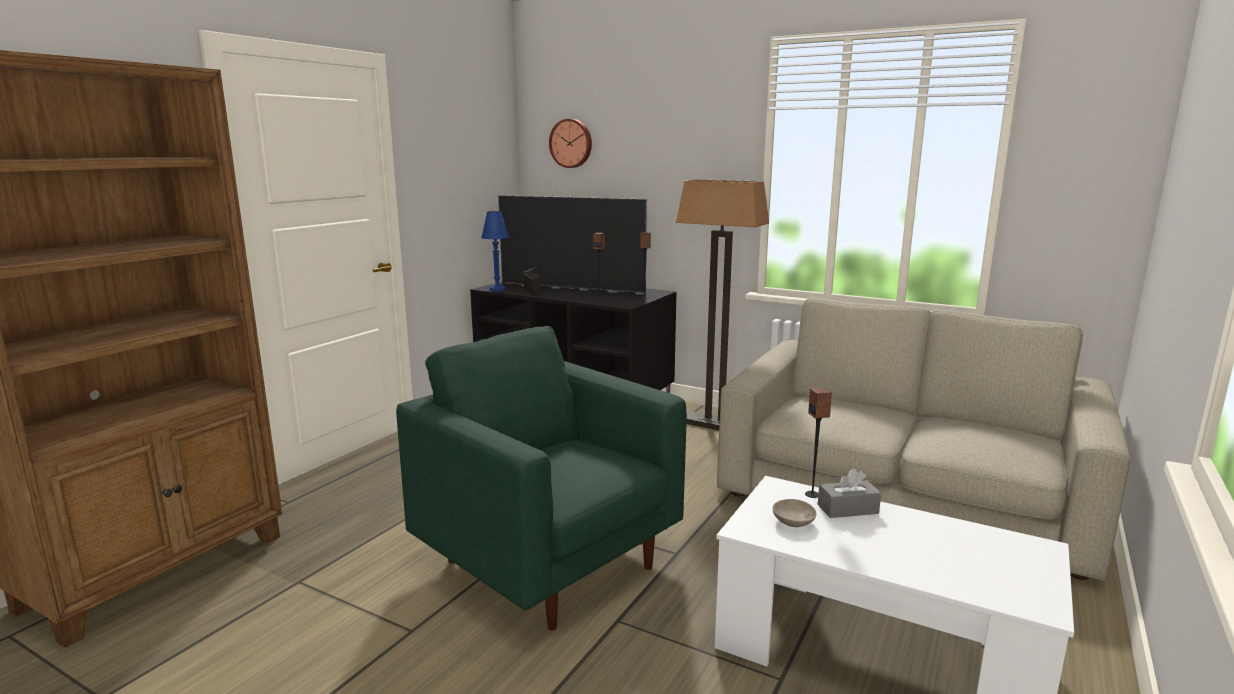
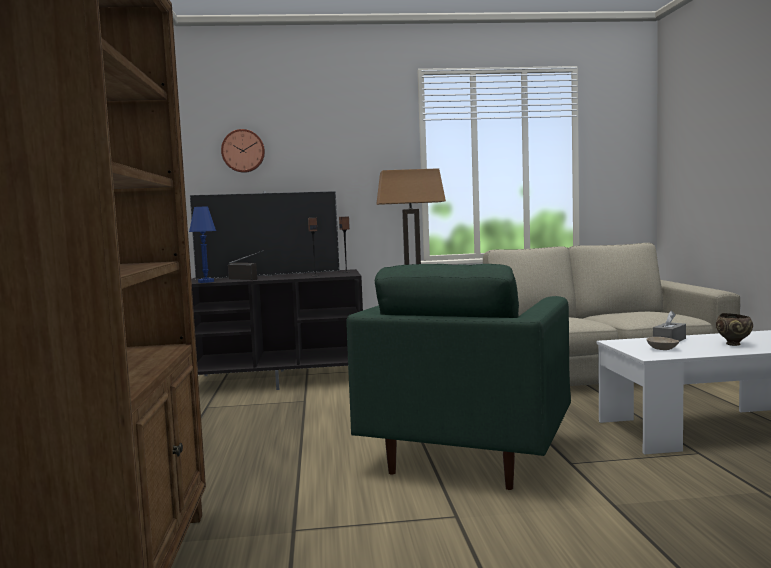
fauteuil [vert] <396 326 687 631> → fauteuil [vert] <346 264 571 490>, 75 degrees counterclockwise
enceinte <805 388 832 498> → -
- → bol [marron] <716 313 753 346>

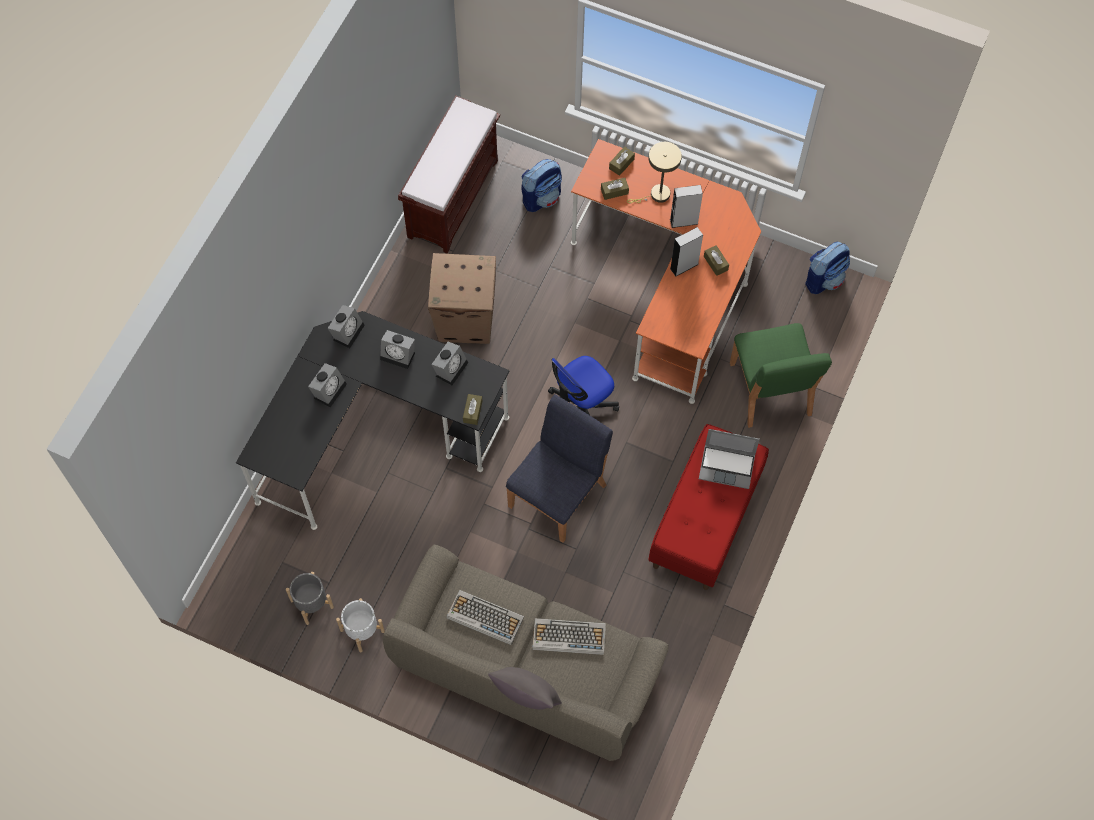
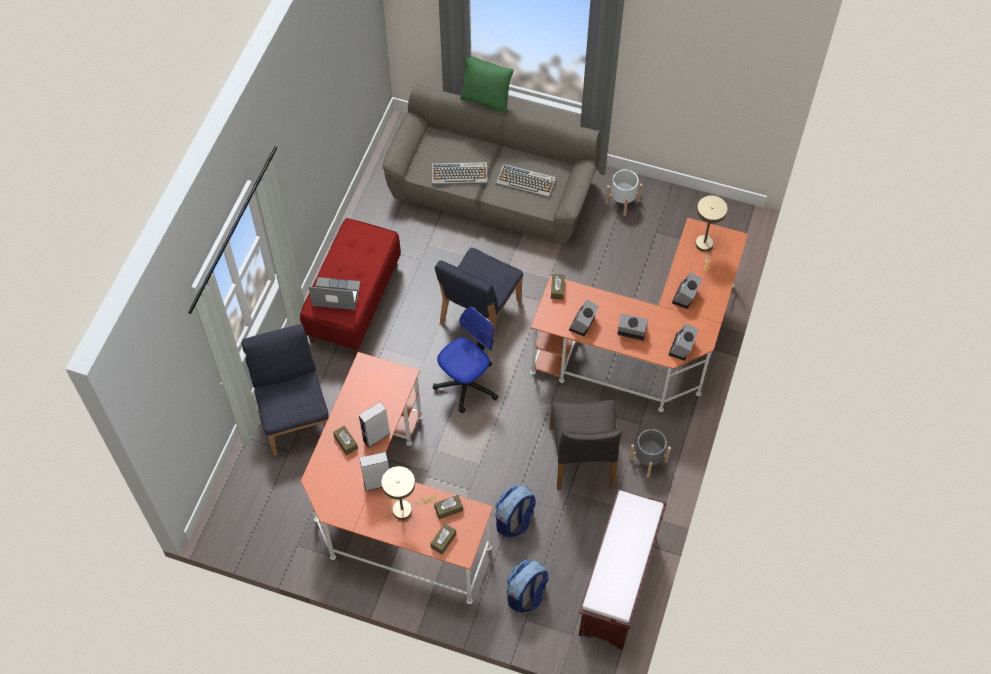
sac à dos <805 242 850 294> → sac à dos <495 485 536 537>, moved
carton <428 253 496 344> → chaise [gris] <550 400 622 490>
bureau [noir] <236 311 510 530> → bureau [orange] <530 218 748 412>
chaise [vert] <730 323 832 428> → chaise [bleu] <242 324 329 456>
cache-pot [gris] <286 572 334 625> → cache-pot [gris] <629 429 671 478>, moved
coussin [gris] <488 667 562 710> → coussin [vert] <460 56 514 114>
- → lampe de table [beige] <696 195 728 270>

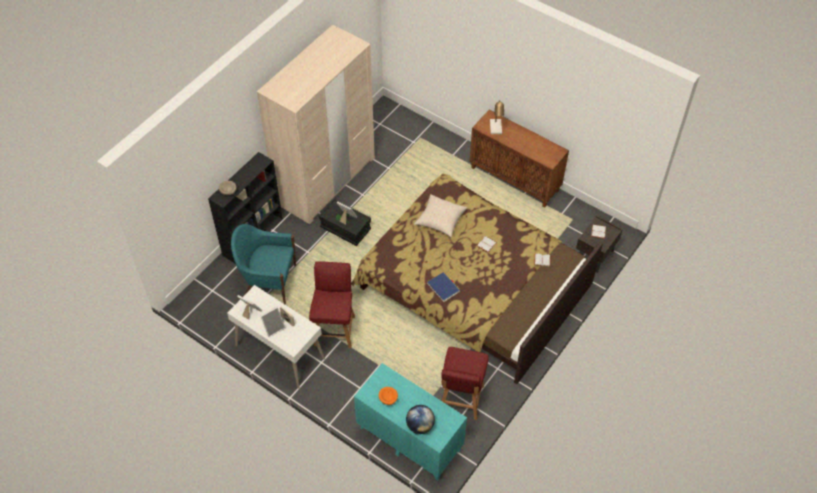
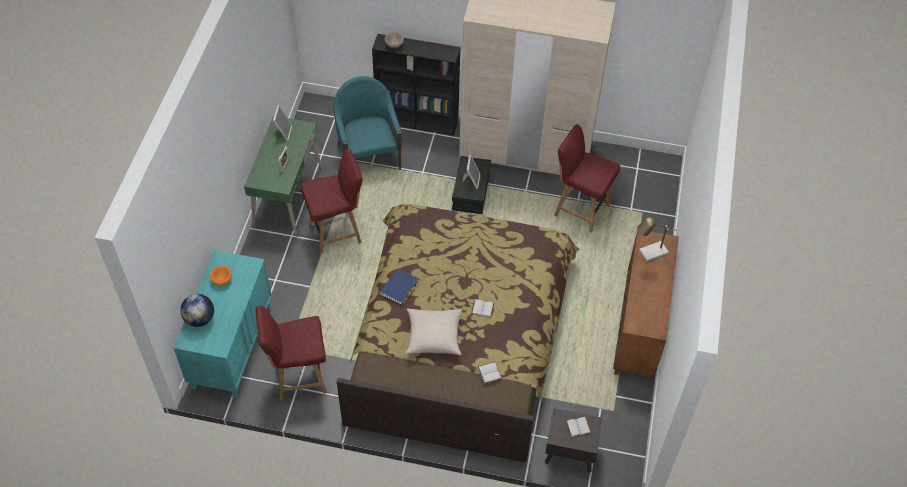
coussin [beige] <414 194 468 238> → coussin [beige] <406 309 462 355>, moved
bureau [blanc] <227 285 325 389> → bureau [vert] <244 116 322 237>
cadre photo <261 307 285 337> → -
- → chaise [rouge] <554 124 620 233>

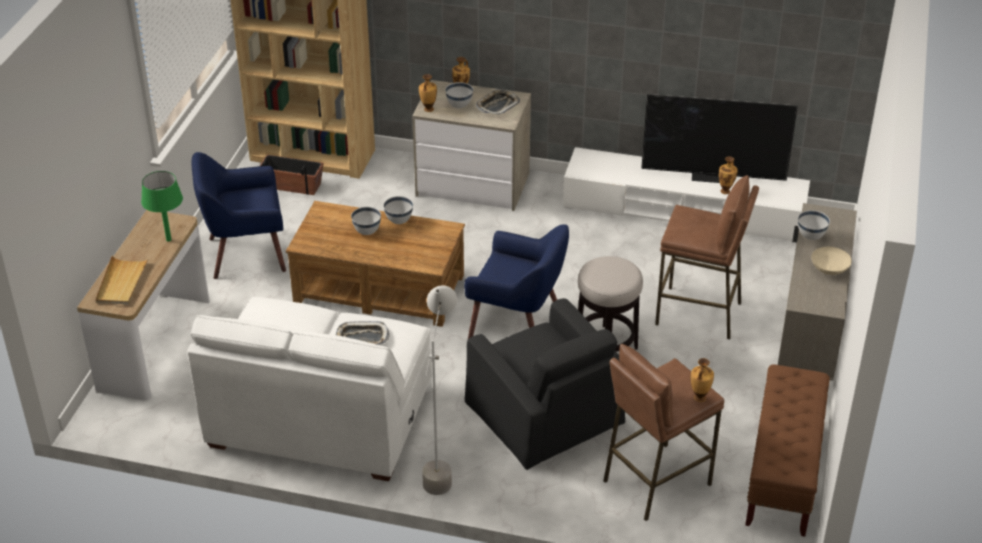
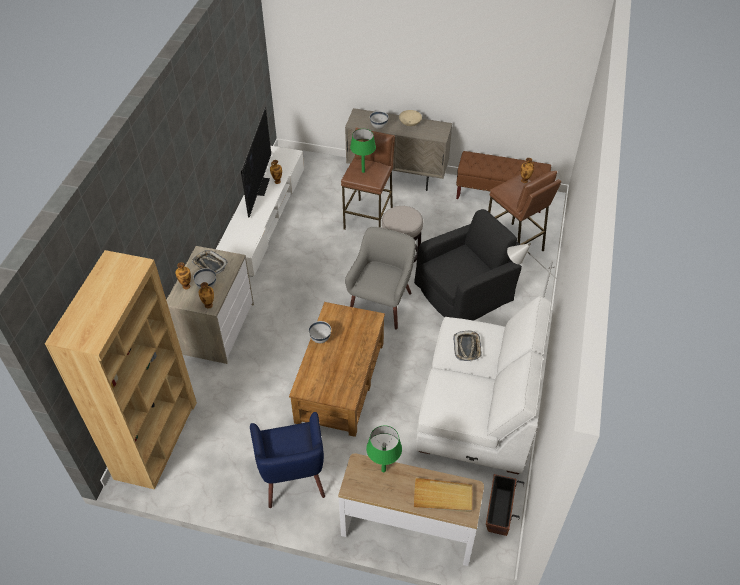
cache-pot <260 155 323 195> → cache-pot <486 474 524 536>, moved
bol [blanc] <351 207 381 235> → -
fauteuil [bleu] <464 224 569 339> → fauteuil [gris] <345 227 415 329>
- → lampe de table [vert] <350 129 376 173>

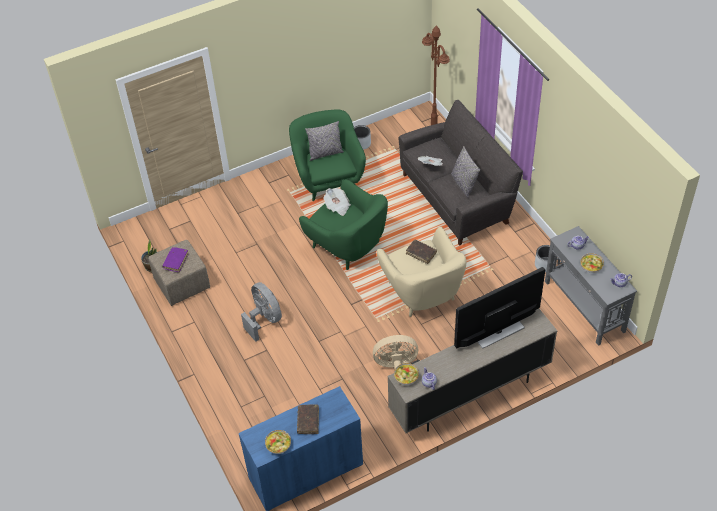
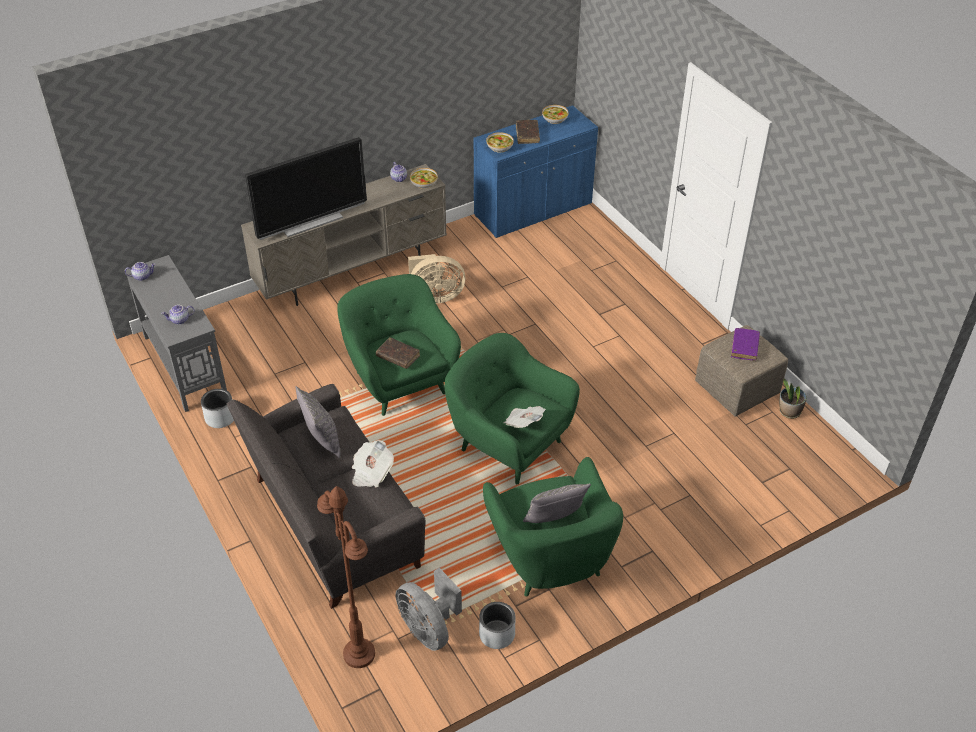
fauteuil [beige] <377 227 466 317> → fauteuil [vert] <337 274 461 416>
bol <581 253 604 273> → bol <486 132 514 153>, moved
ventilateur [gris] <241 282 282 342> → ventilateur [gris] <396 568 462 651>, moved

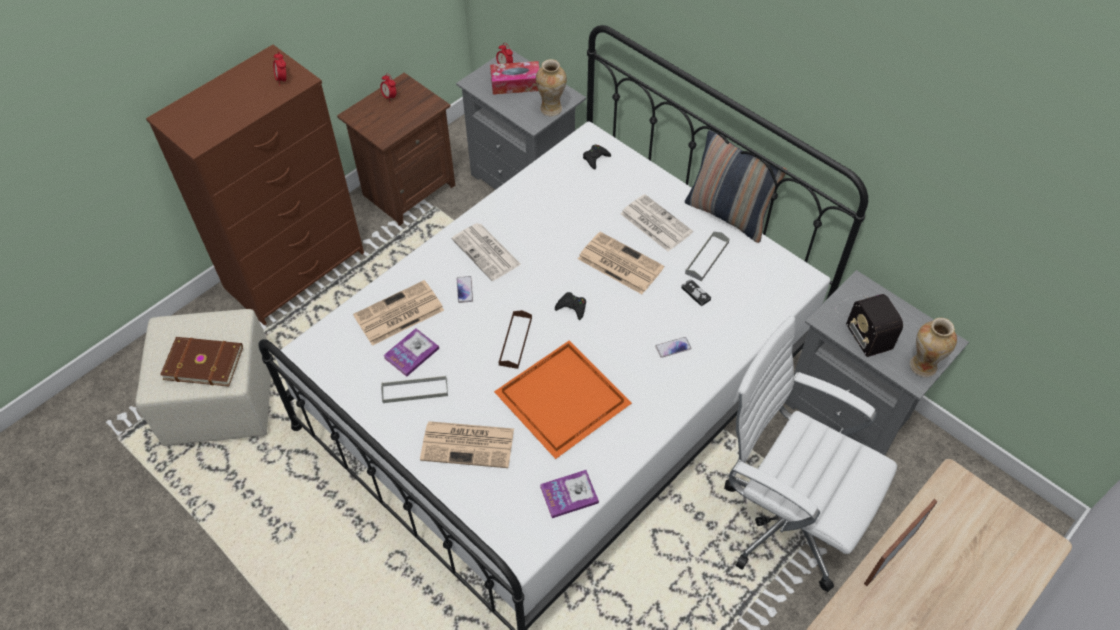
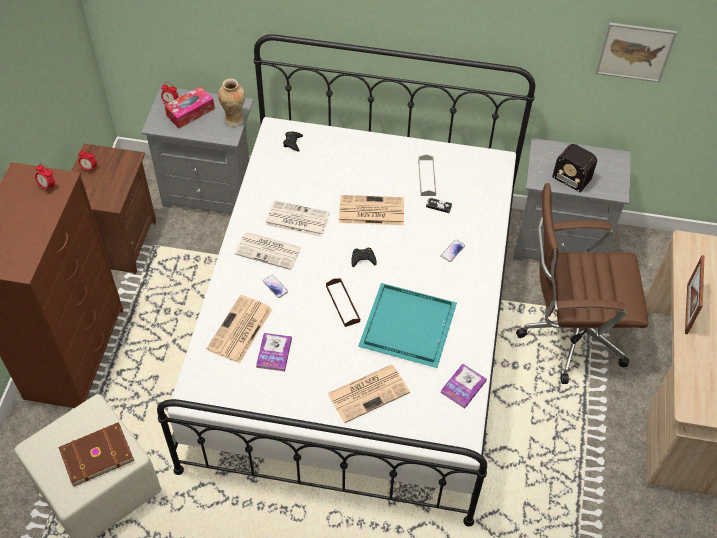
coussin <685 130 787 243> → -
journal <620 194 693 251> → journal <266 201 330 237>, moved
chaise de bureau [blanc] <724 316 897 592> → chaise de bureau [marron] <516 183 648 384>
vase <910 318 957 377> → -
plateau [orange] <494 341 632 459> → plateau [turquoise] <358 283 457 368>
plateau [gris] <381 376 448 403> → -
- → tableau <596 23 677 82>

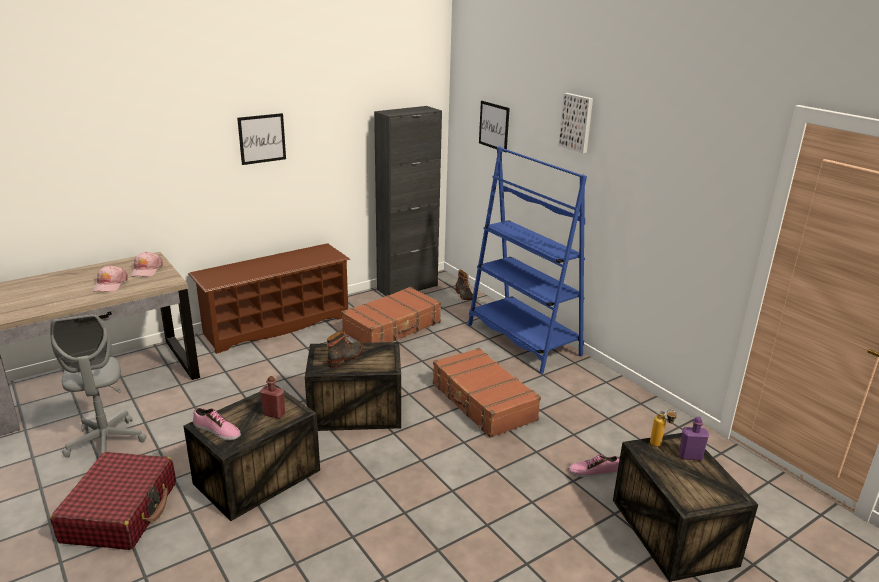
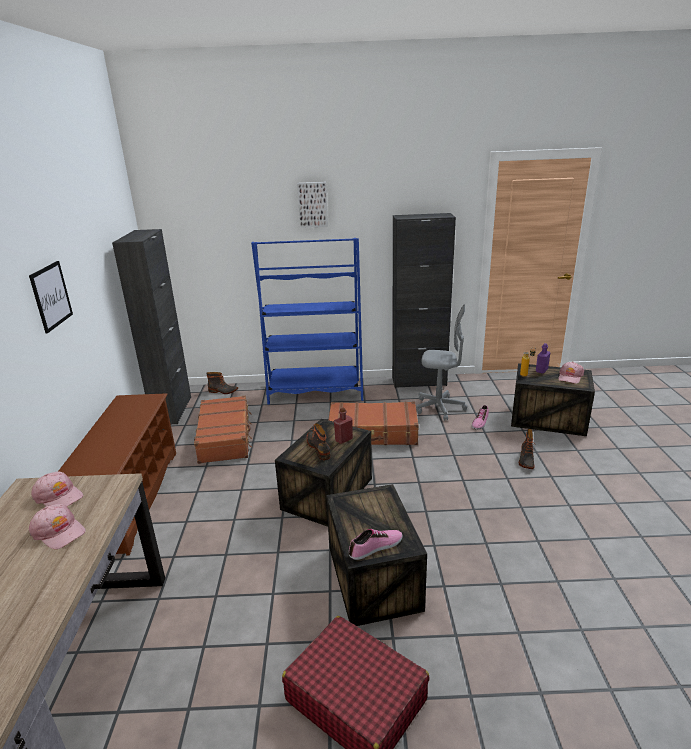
tableau <479 101 510 152> → -
chaise de bureau [gris] <50 314 146 458> → chaise de bureau [gris] <416 304 467 421>, moved
bouteille [rouge] <260 376 285 419> → bouteille [rouge] <334 407 353 444>, moved
- → meuble de rangement [noir] <392 213 456 388>
- → casquette [rose] <558 362 584 384>
- → botte <519 429 535 469>

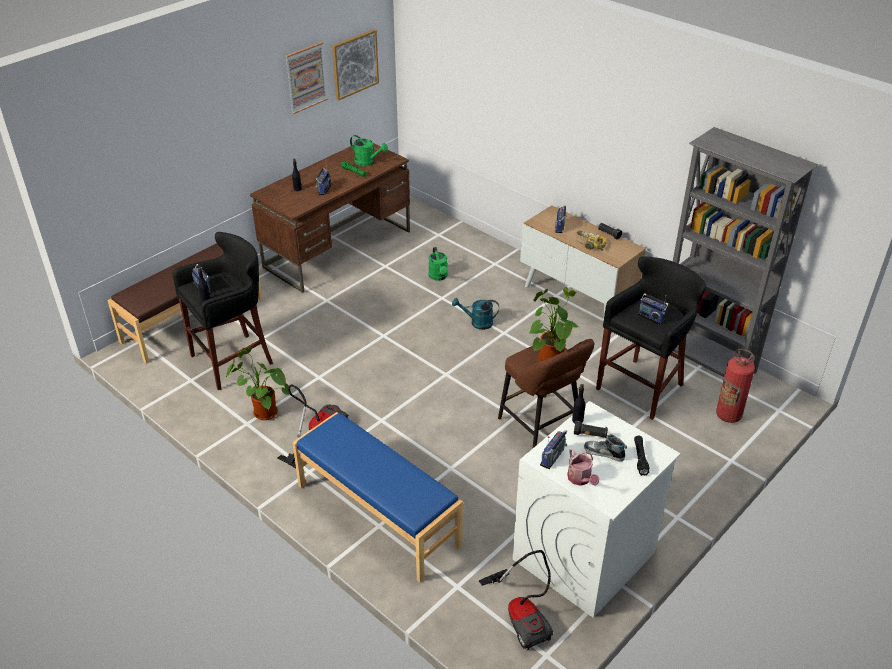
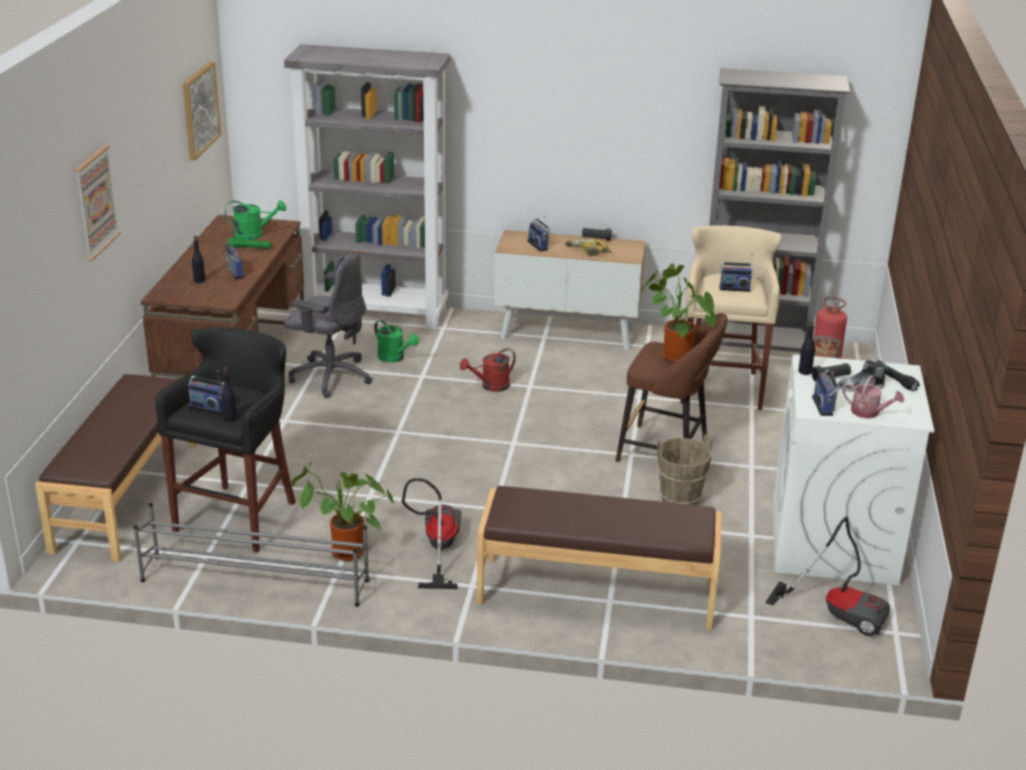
tableau <285 42 328 114> → tableau <75 145 121 261>, moved
tabouret [noir] <596 256 706 420> → tabouret [beige] <680 225 782 410>
arrosoir [turquoise] <452 298 499 330> → arrosoir [rouge] <460 348 516 392>
banc [bleu] <292 412 463 582> → banc [marron] <477 486 722 630>
- → bibliothèque [gris] <284 44 450 330>
- → chaise de bureau [gris] <285 251 372 398>
- → seau [marron] <657 434 712 505>
- → étagère à chaussures [gris] <133 503 369 607>

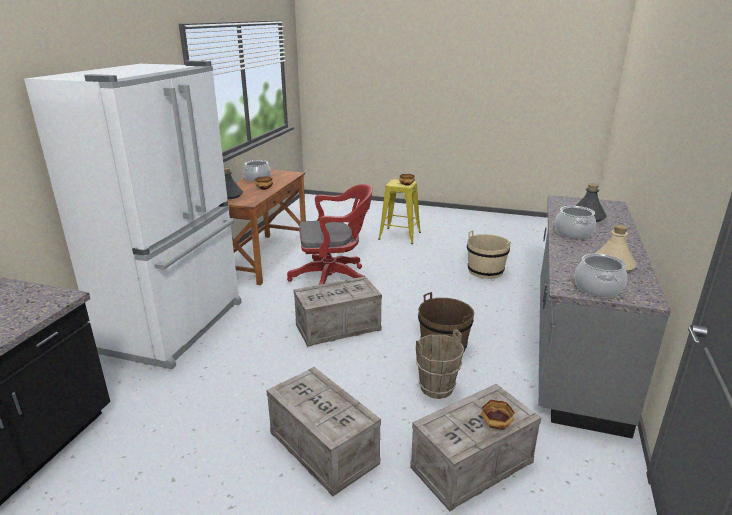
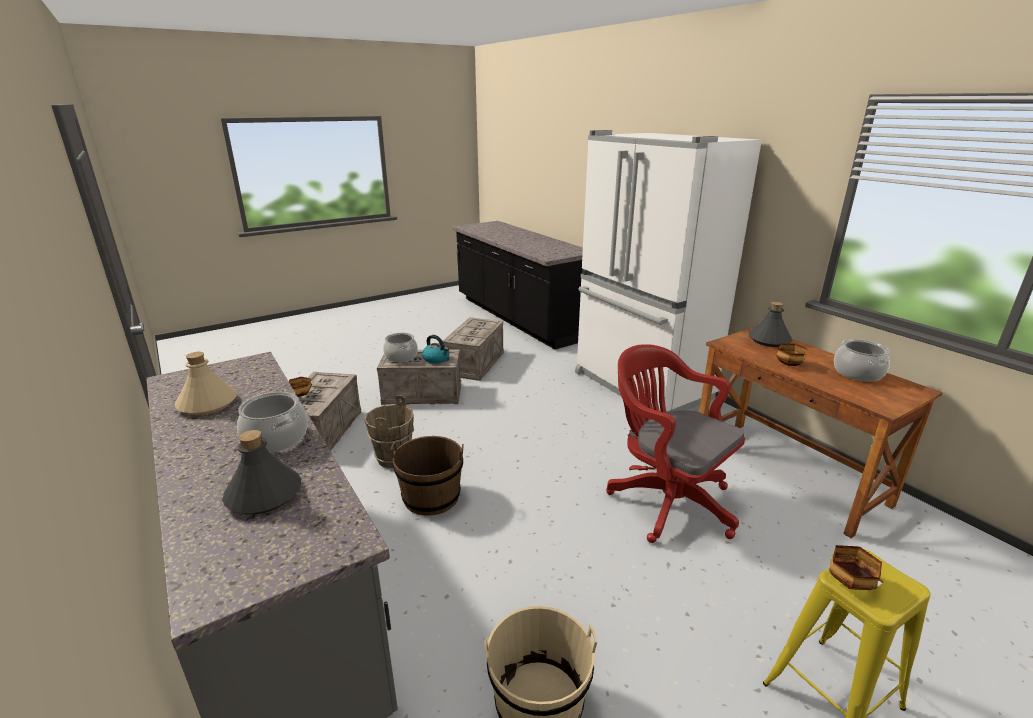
chaise de bureau [rouge] <287 184 373 285> → chaise de bureau [rouge] <606 344 745 543>, 105 degrees clockwise
marmite <575 253 627 297> → marmite <383 333 418 362>, moved
caisse <294 276 382 347> → caisse <443 317 504 381>, moved
- → bouilloire <422 335 449 364>

